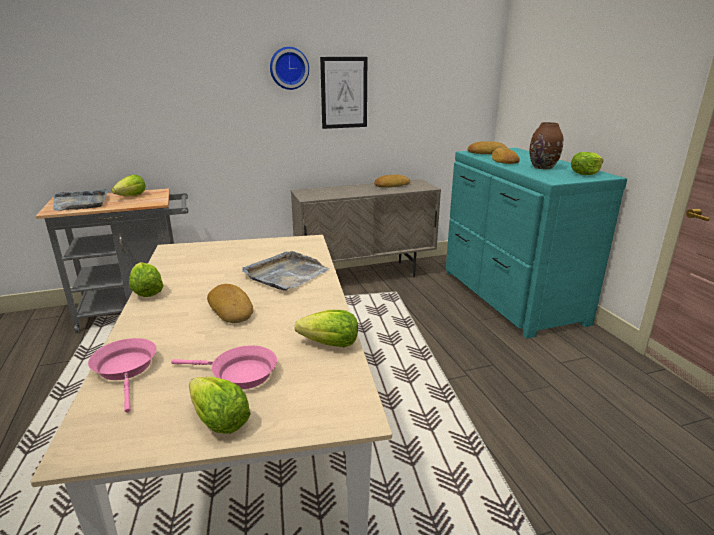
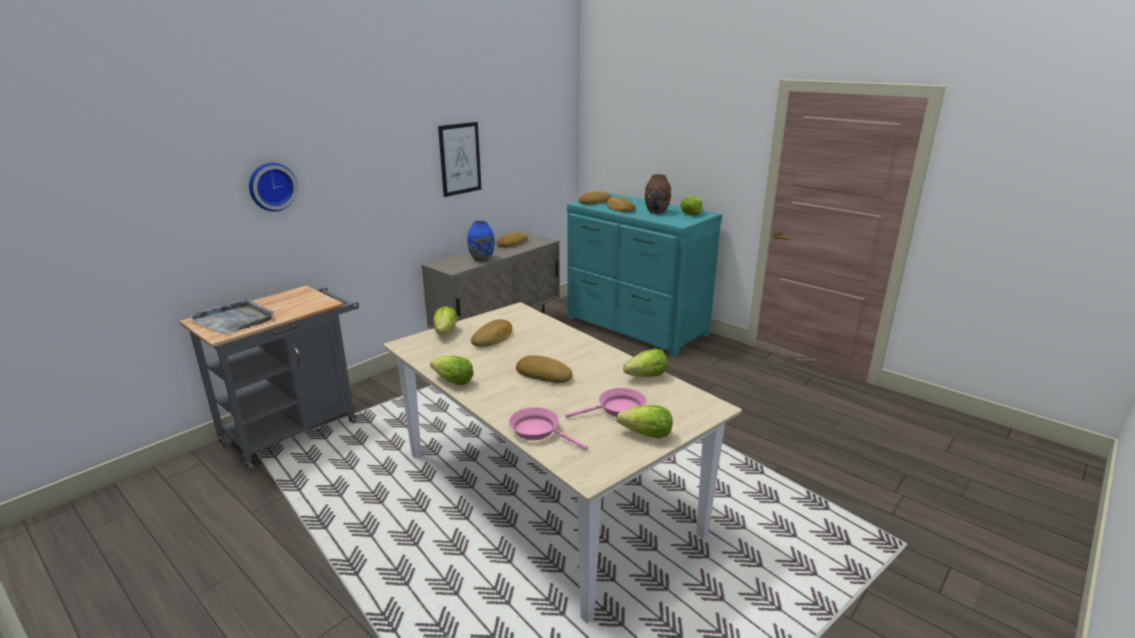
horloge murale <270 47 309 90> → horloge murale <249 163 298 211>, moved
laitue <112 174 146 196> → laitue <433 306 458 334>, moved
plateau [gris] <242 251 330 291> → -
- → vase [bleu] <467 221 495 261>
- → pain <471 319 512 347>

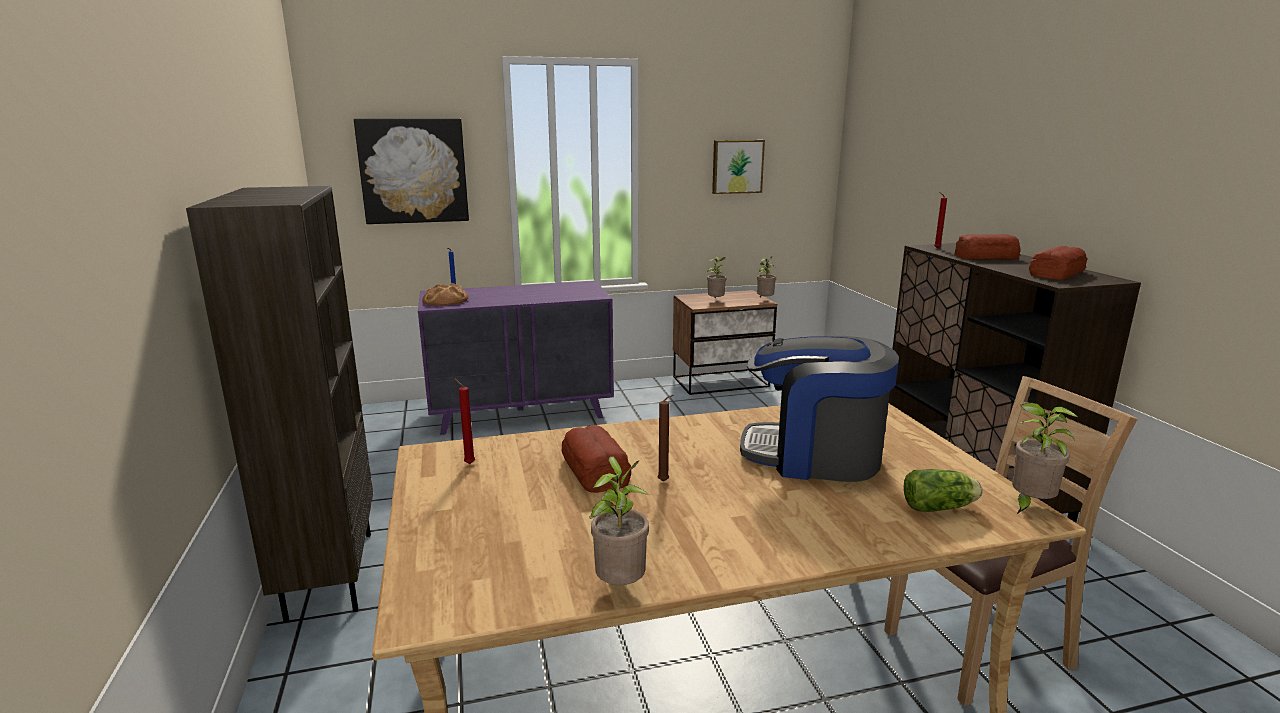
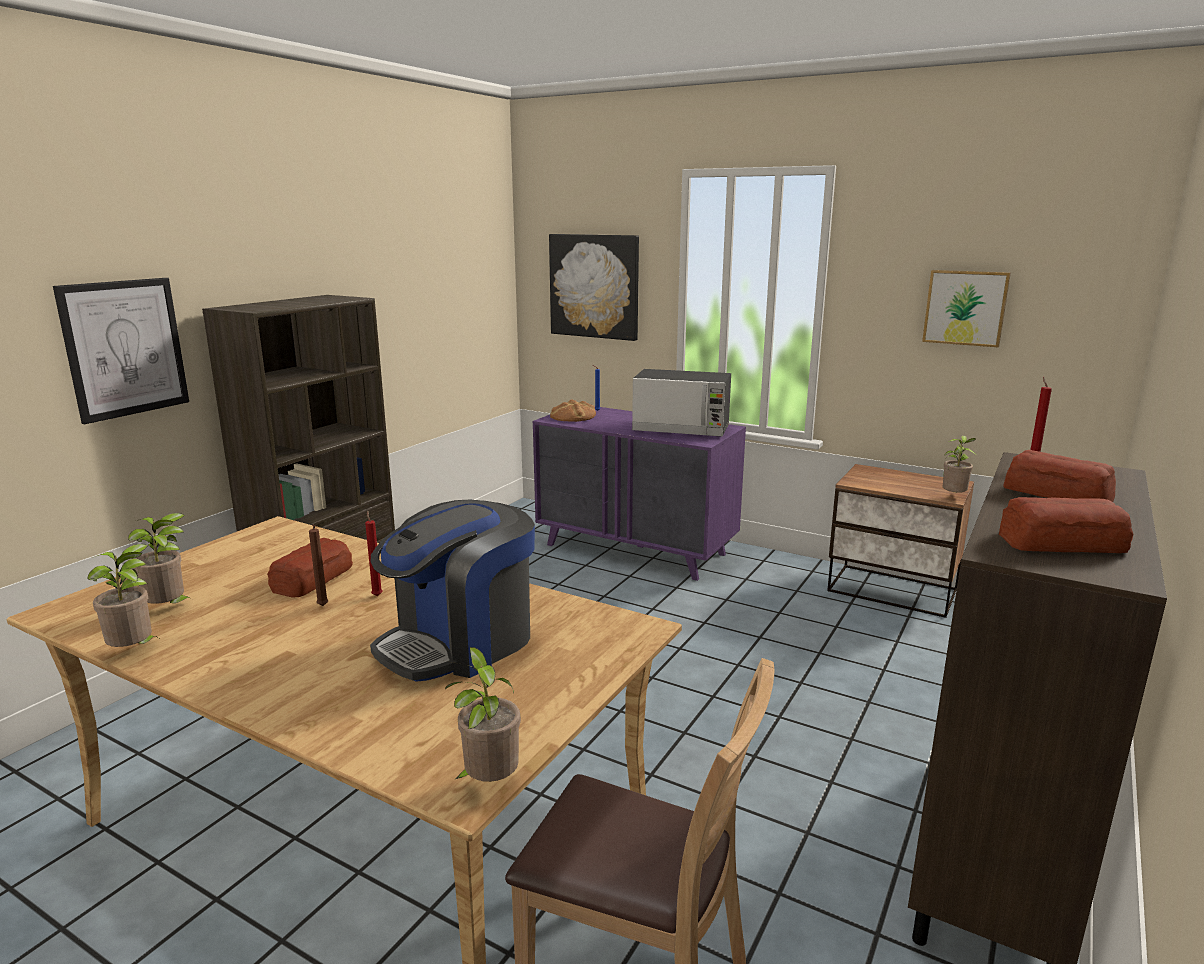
plante en pot <707 257 726 298> → plante en pot <128 513 192 603>, moved
machine à café <740 336 899 482> → machine à café <370 500 535 682>, 105 degrees counterclockwise
bougie [rouge] <454 378 475 464> → bougie [rouge] <365 510 383 596>, moved
laitue <904 469 983 512> → -
- → tableau <53 278 189 424>
- → micro-ondes <632 369 731 437>

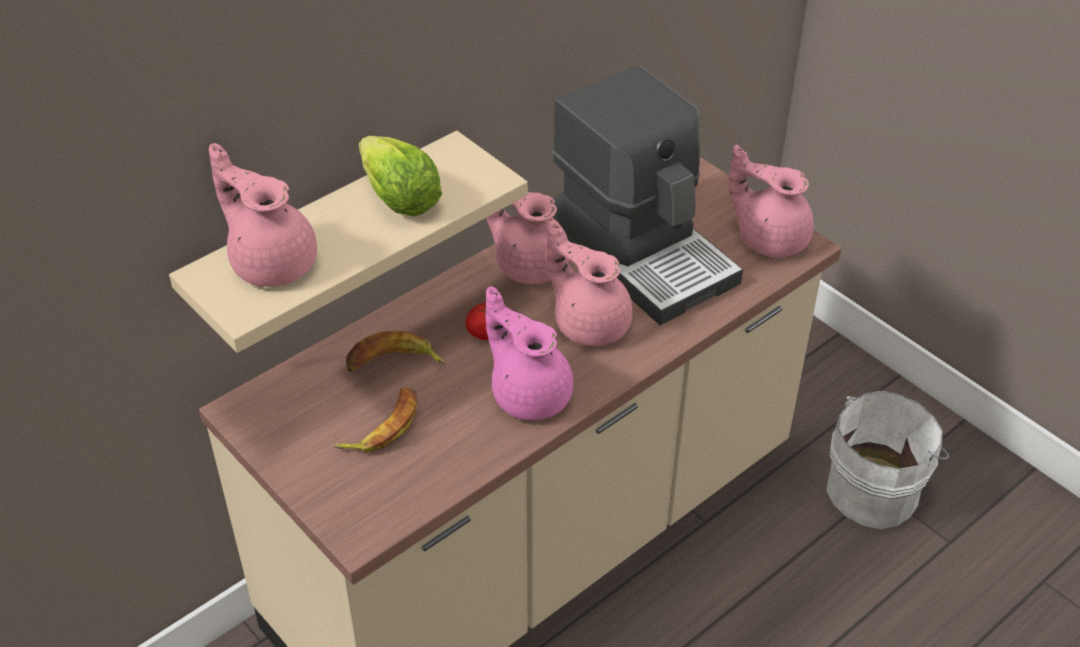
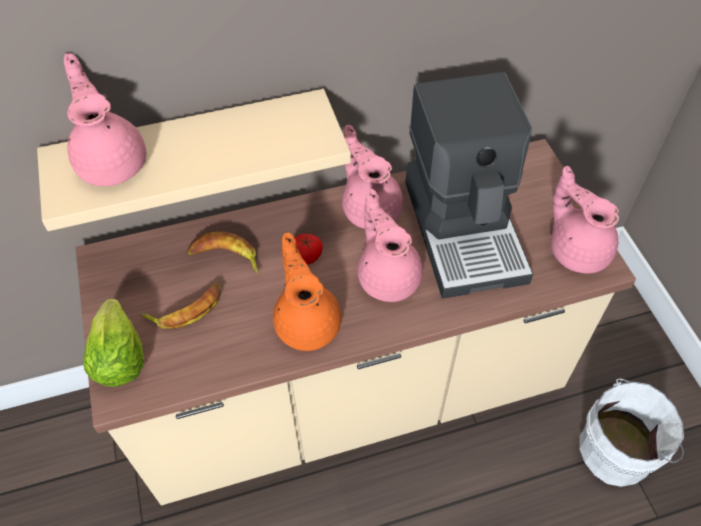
laitue <359 136 442 216> → laitue <83 299 144 387>, moved
théière [rose] <486 286 573 420> → théière [orange] <273 233 341 351>

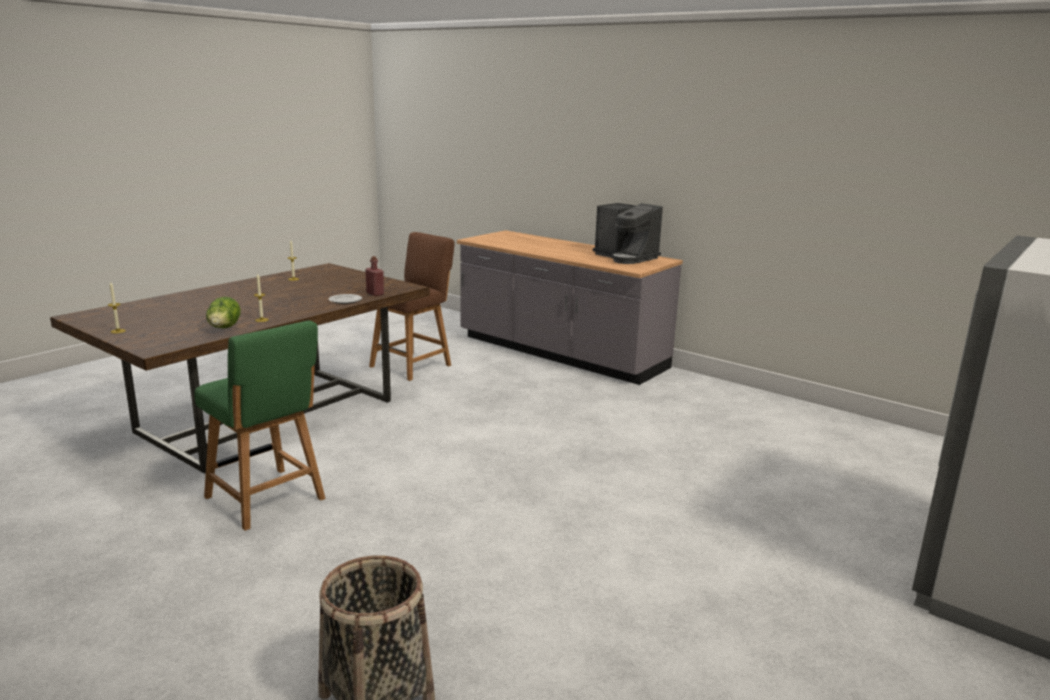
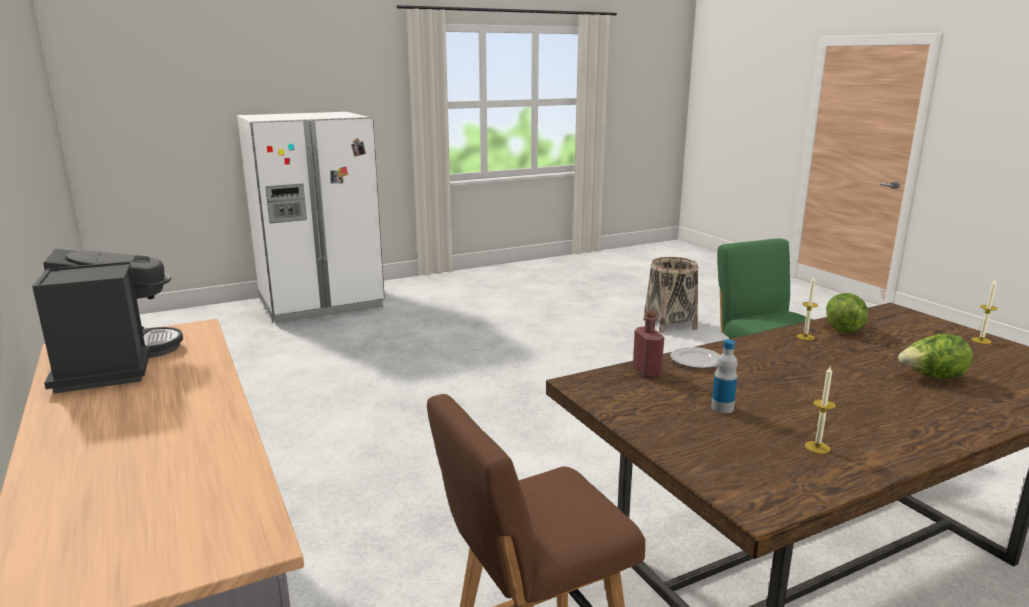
- → laitue <898 334 973 379>
- → bouteille <711 339 738 413>

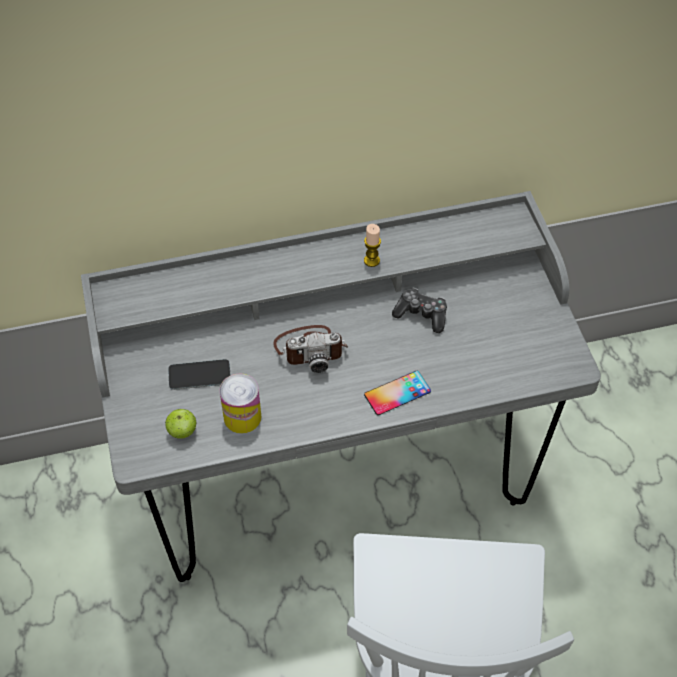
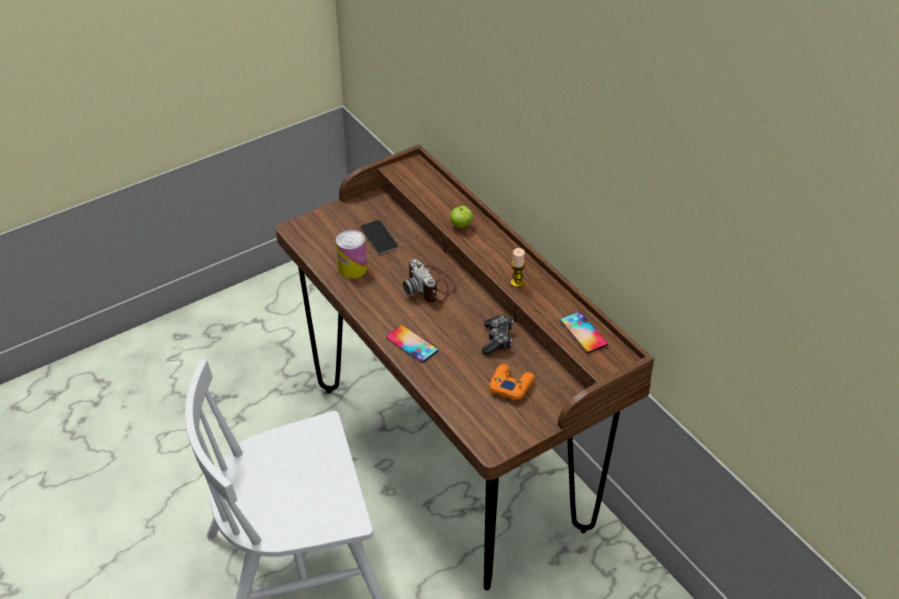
bureau [gris] <81 191 601 582> → bureau [marron] <276 144 654 591>
pomme <165 409 197 439> → pomme <450 206 473 228>, moved
- → téléphone <560 312 608 353>
- → manette [orange] <489 364 535 401>

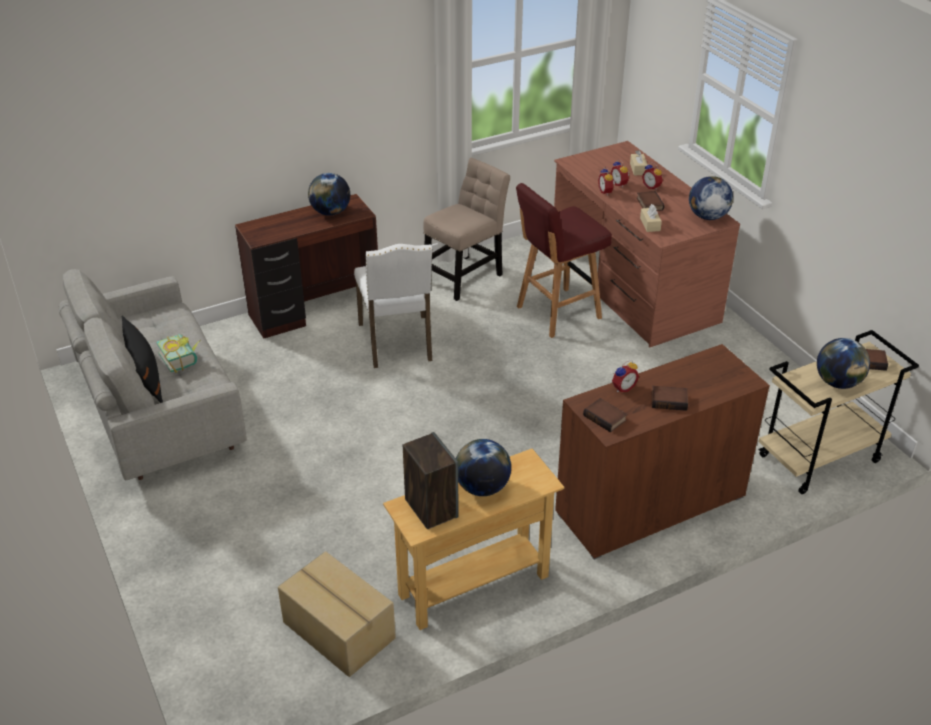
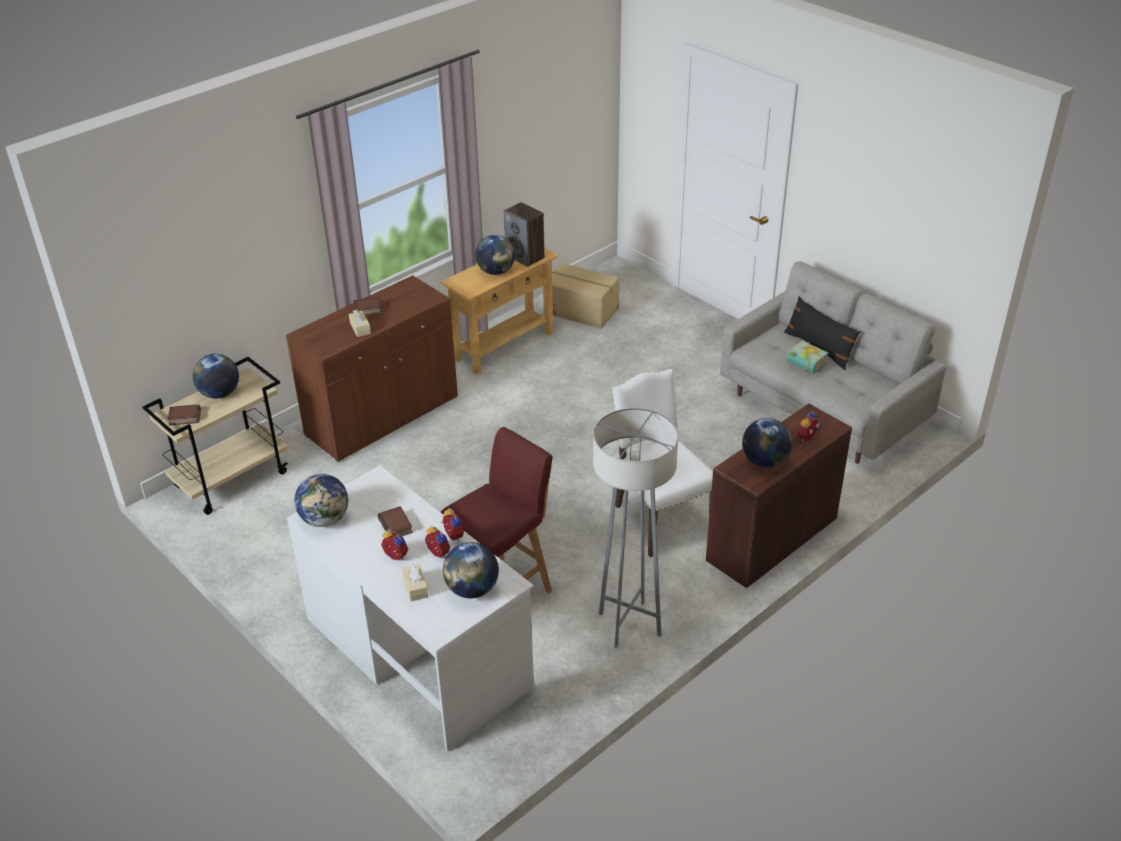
bureau [marron] <554 141 740 347> → bureau [blanc] <287 465 534 752>
chaise [beige] <423 158 510 301> → lampadaire [gris] <593 408 678 648>
boîte à mouchoirs [beige] <640 204 662 232> → boîte à mouchoirs [beige] <349 310 371 337>, moved
réveil <612 360 639 392> → réveil <797 411 820 442>, moved
livre <583 398 627 432> → -
- → globe <443 542 499 598>

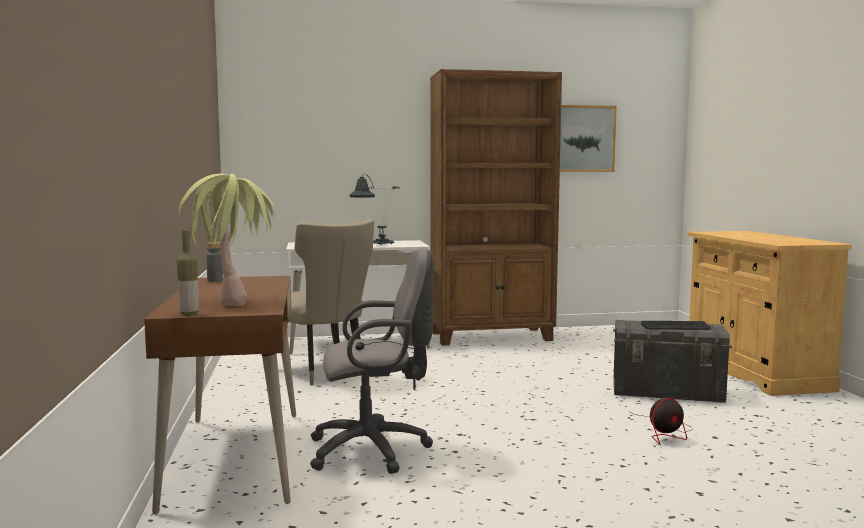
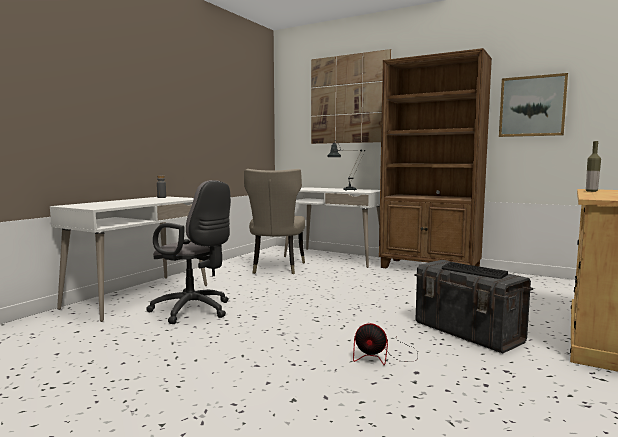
plante en pot <179 174 275 306> → -
bouteille <176 230 199 315> → bouteille <586 141 601 192>, moved
bureau [marron] <144 276 296 514> → bureau [blanc] <50 196 207 322>
- → tableau <311 49 391 144>

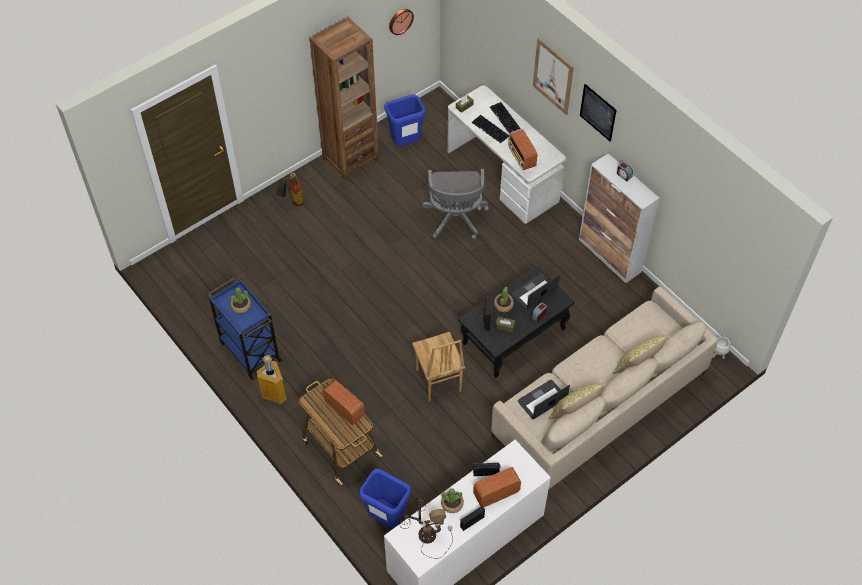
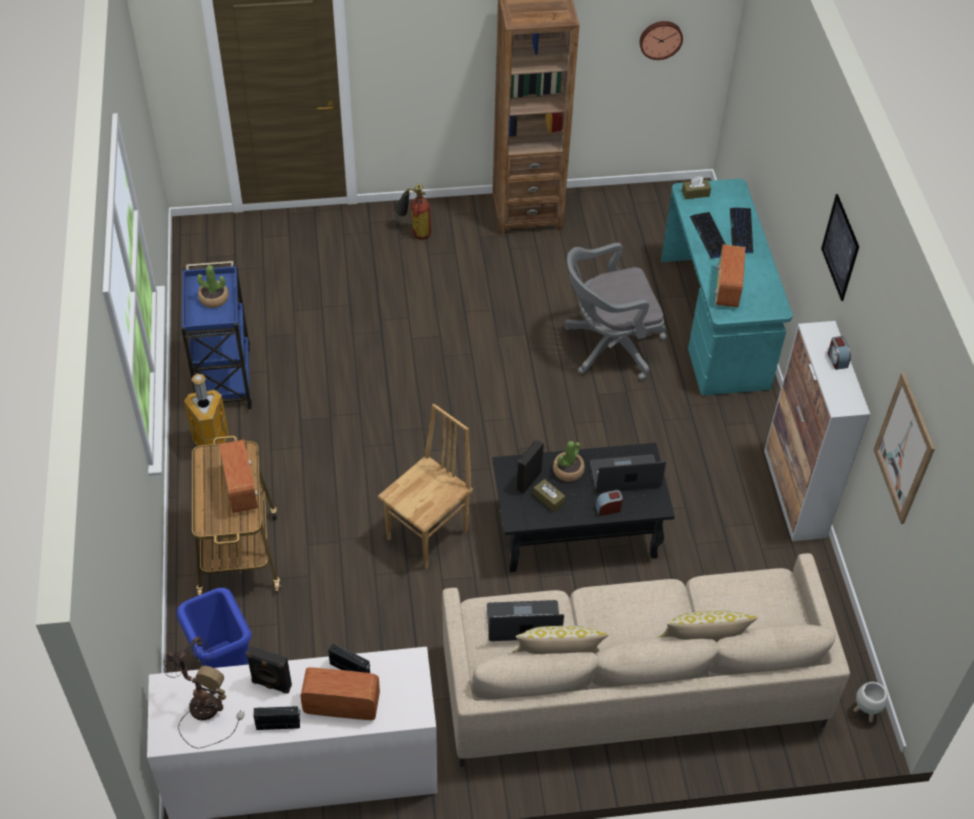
tableau <533 38 574 115> → tableau <873 373 935 524>, moved
bureau [blanc] <447 85 566 224> → bureau [turquoise] <661 179 793 395>
poubelle [bleu] <384 94 426 146> → -
chaise de bureau [gris] <422 169 489 239> → chaise de bureau [gris] <564 243 667 380>, 45 degrees clockwise
chaise [marron] <412 332 465 401> → chaise [marron] <378 404 473 569>, 150 degrees counterclockwise
plante en pot <441 488 464 513> → enceinte [noir] <246 646 292 694>

